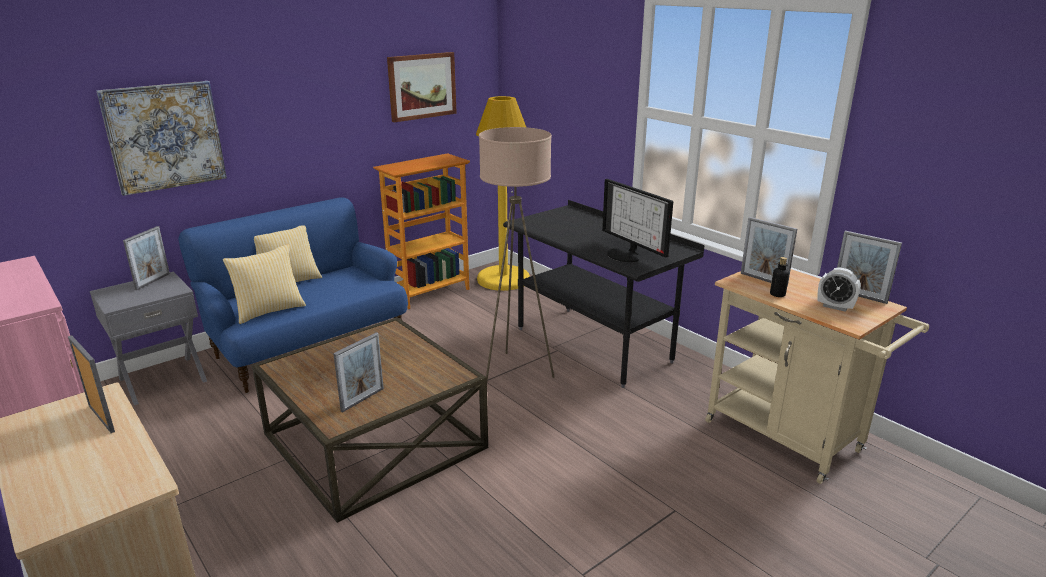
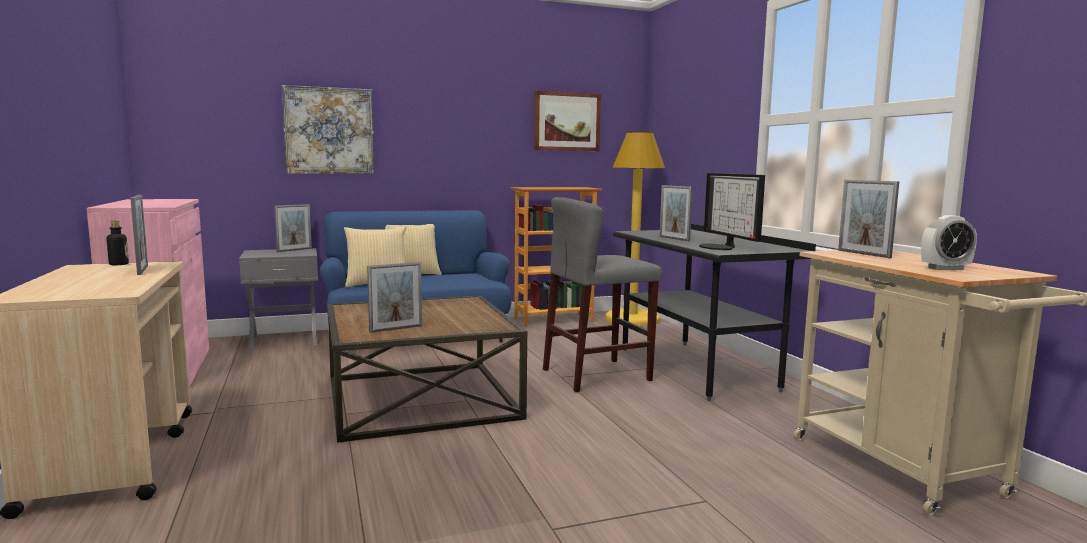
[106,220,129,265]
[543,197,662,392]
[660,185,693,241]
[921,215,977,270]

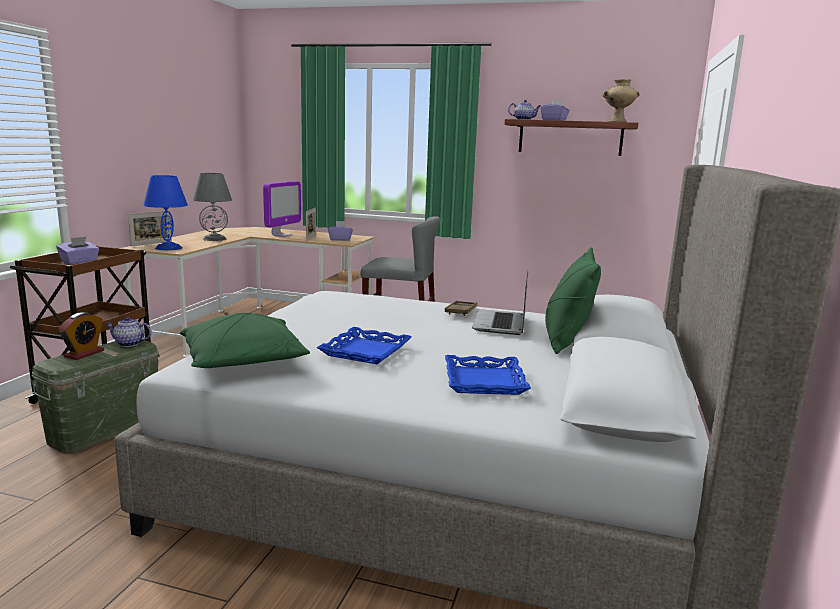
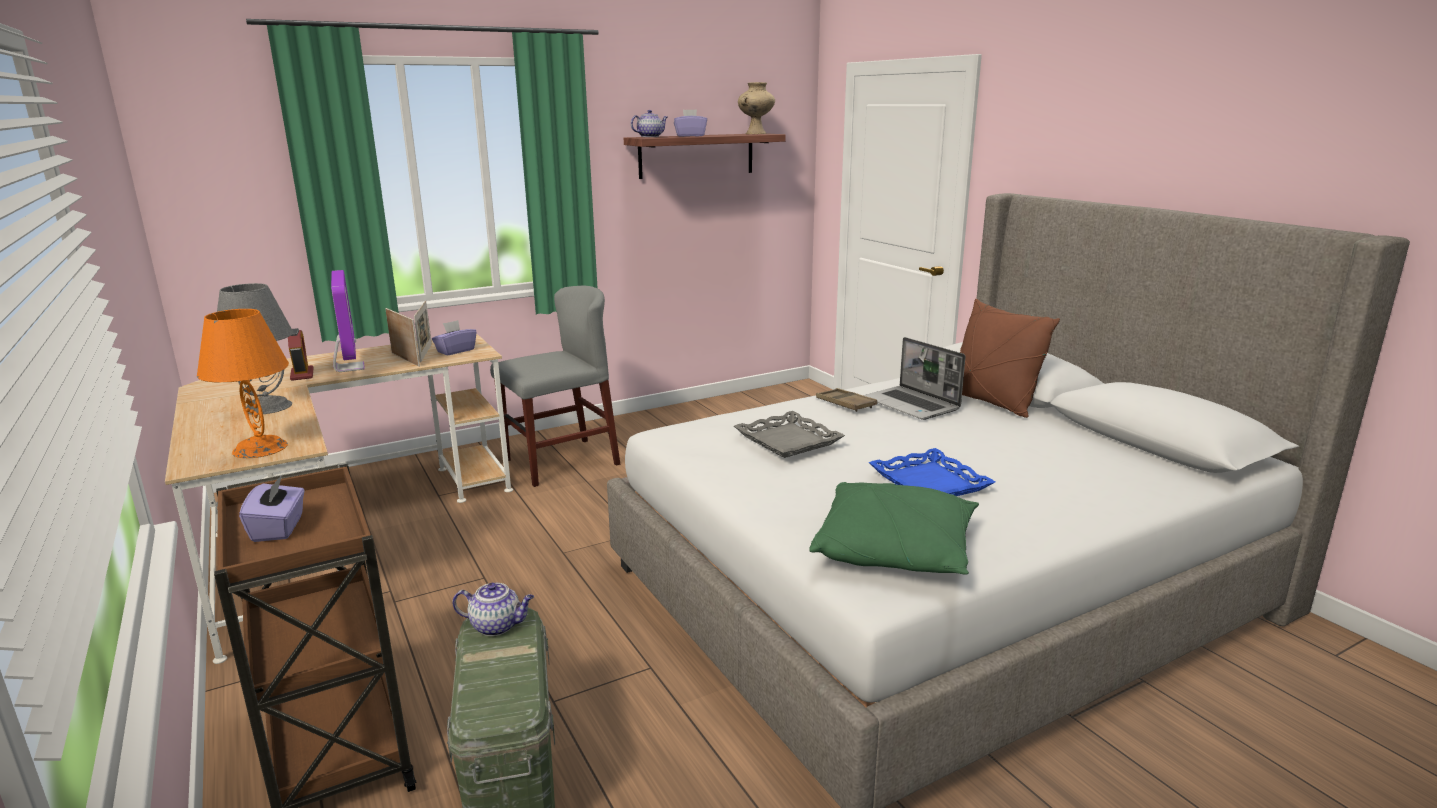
[197,309,289,458]
[288,328,314,381]
[414,301,432,362]
[452,583,534,636]
[734,411,845,458]
[960,299,1060,418]
[445,355,531,395] (first image)

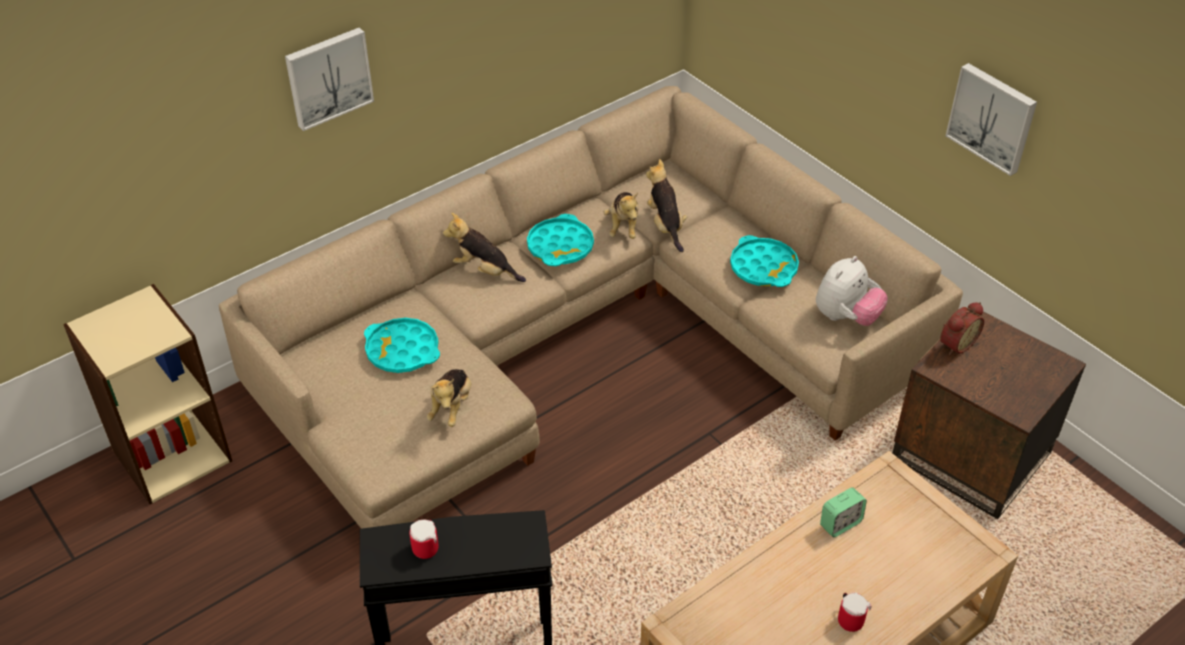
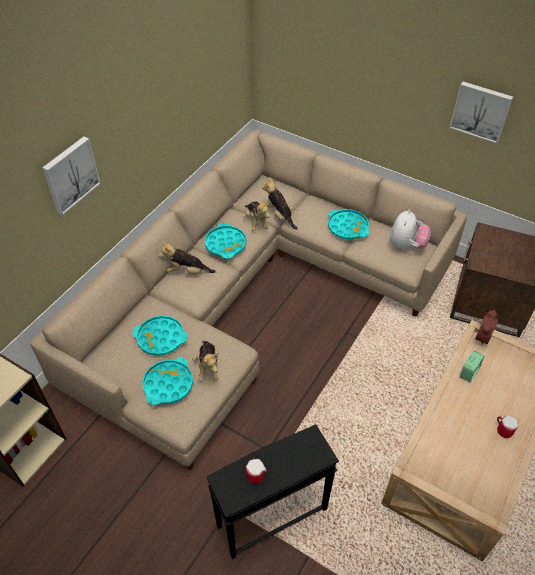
[142,358,193,405]
[474,310,498,346]

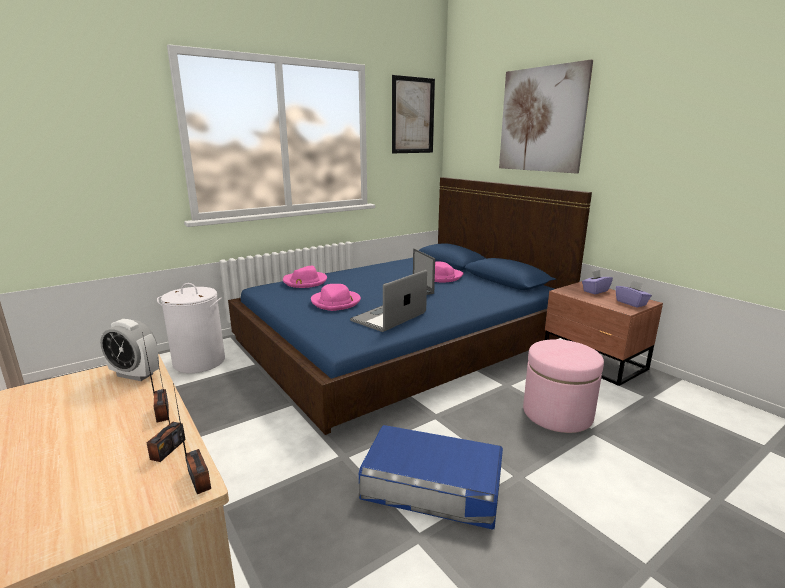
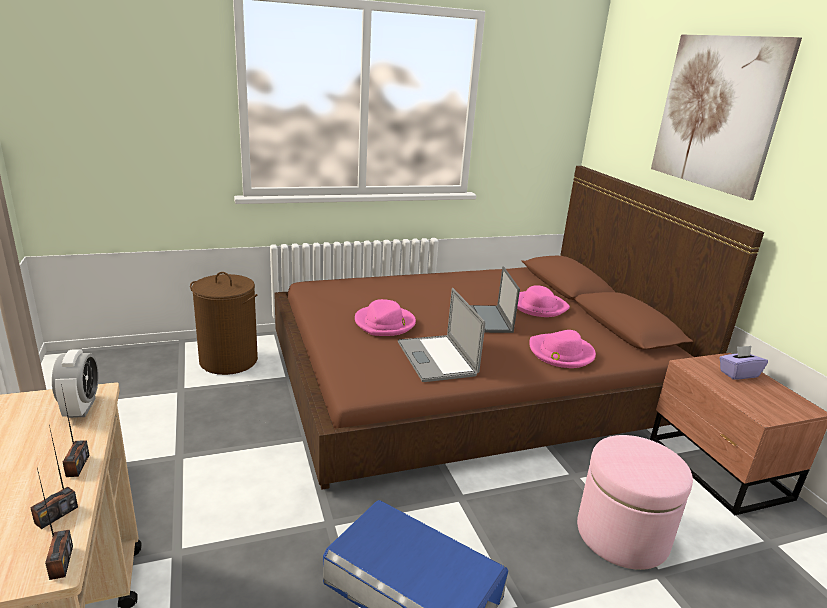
[52,349,98,418]
[190,272,258,375]
[274,166,764,490]
[398,288,485,382]
[529,330,596,368]
[392,75,435,153] (first image)
[616,280,652,308] (first image)

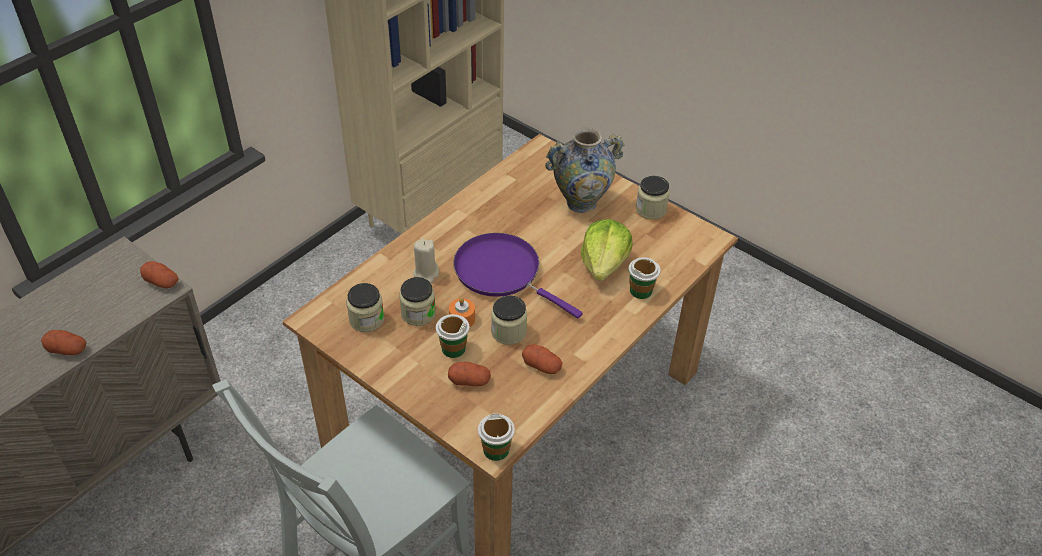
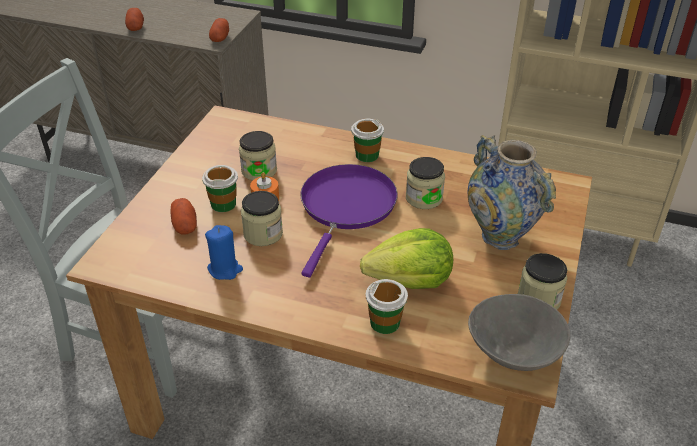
[205,225,243,280]
[351,118,384,162]
[406,157,445,209]
[468,294,570,371]
[413,238,439,283] (first image)

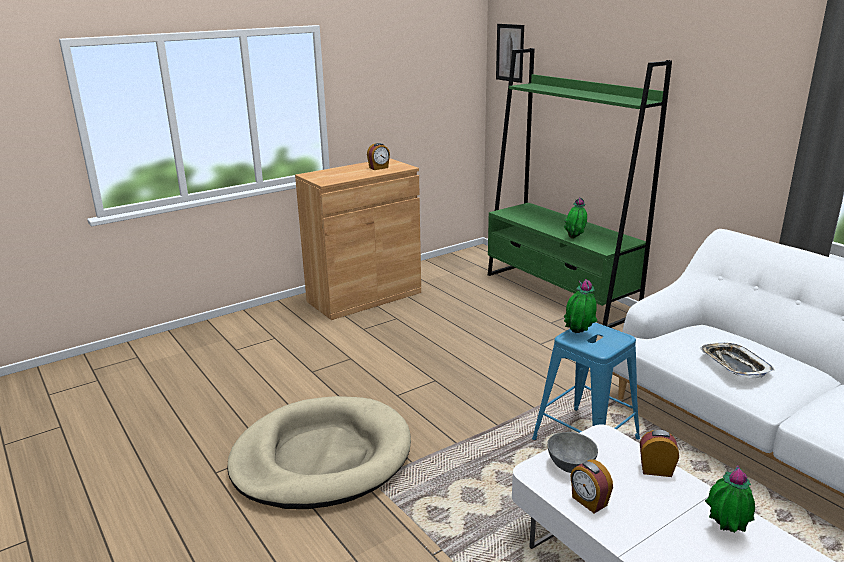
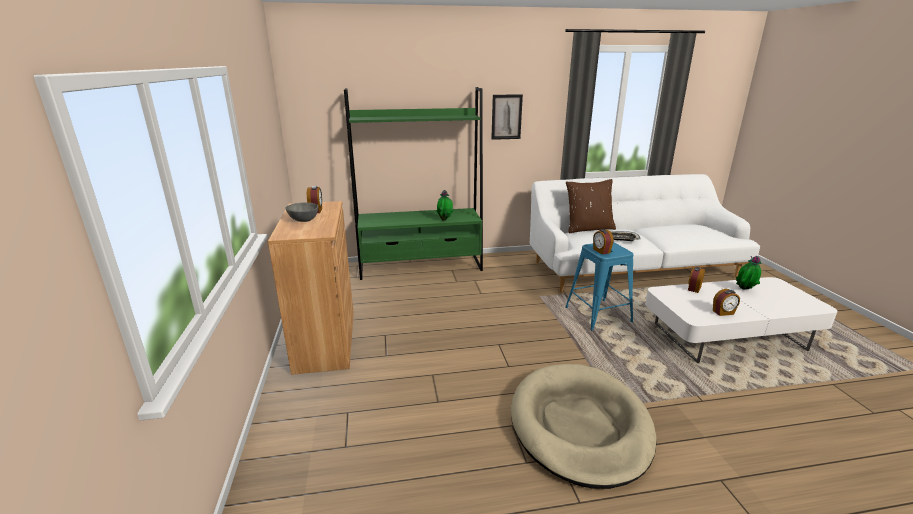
[286,203,318,222]
[491,94,523,140]
[566,179,616,233]
[593,229,614,255]

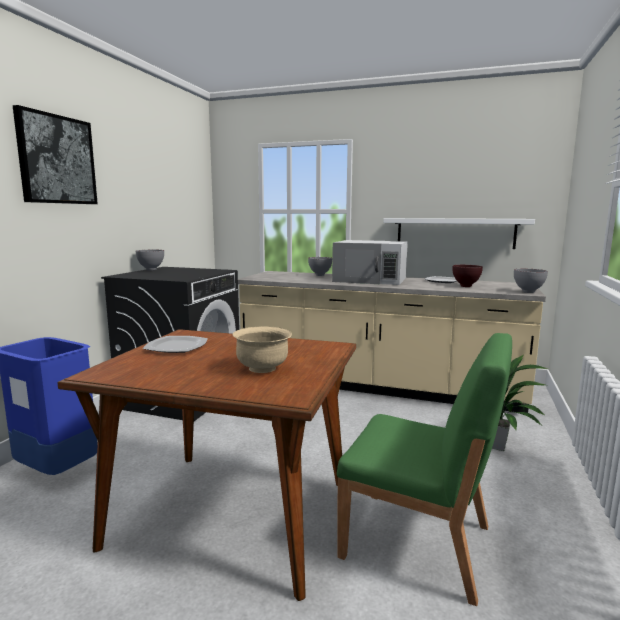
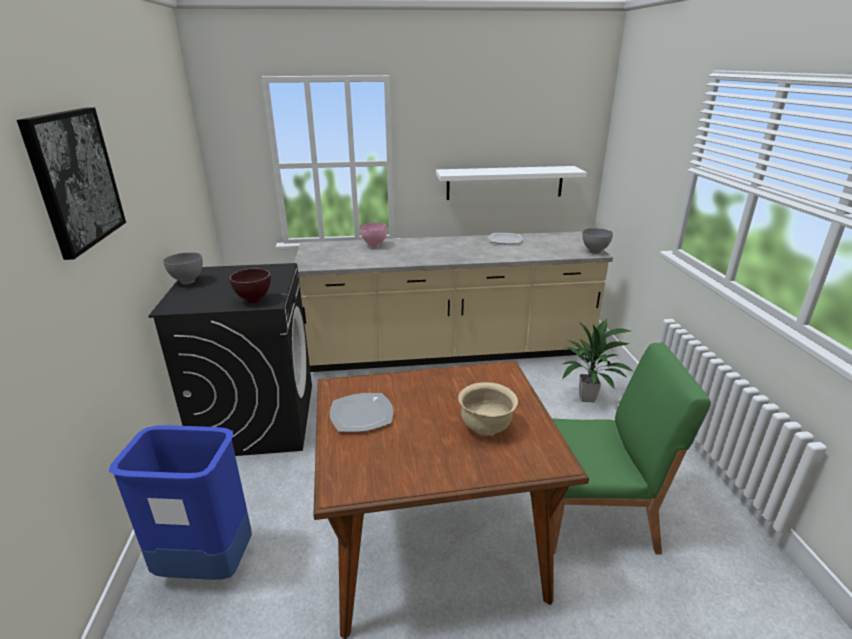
[230,268,271,303]
[360,223,388,247]
[332,240,408,285] (first image)

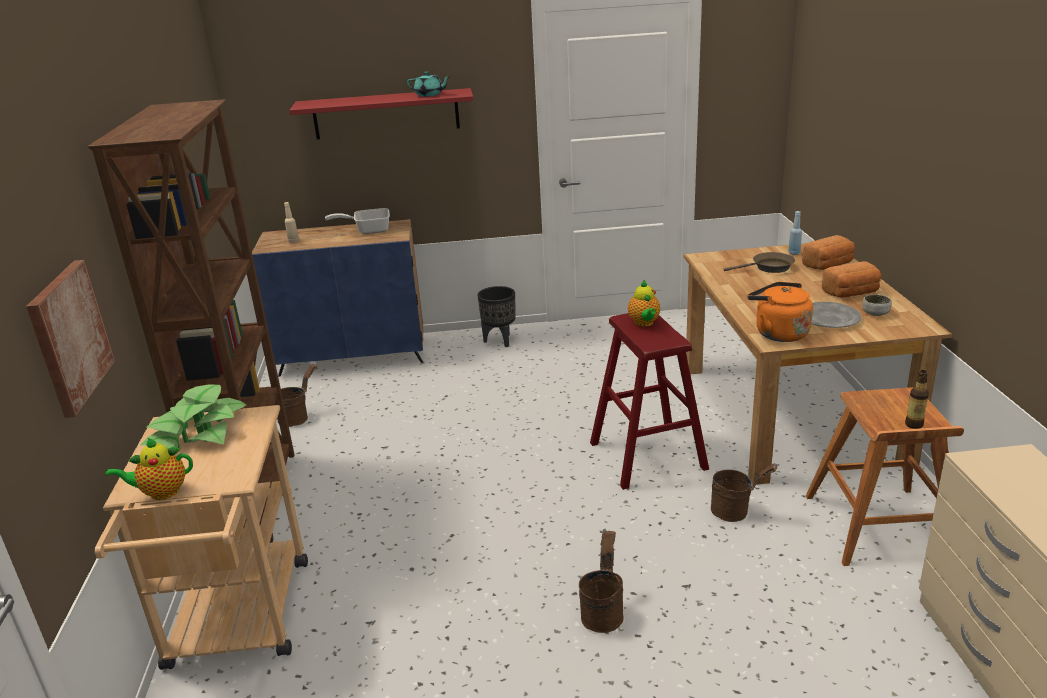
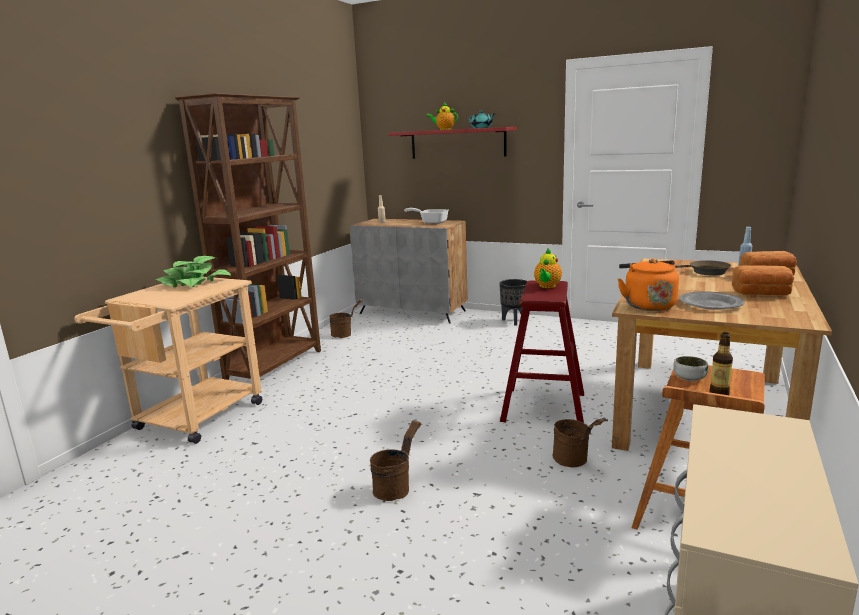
[350,219,468,323]
[426,102,458,130]
[673,356,708,381]
[26,260,115,418] (first image)

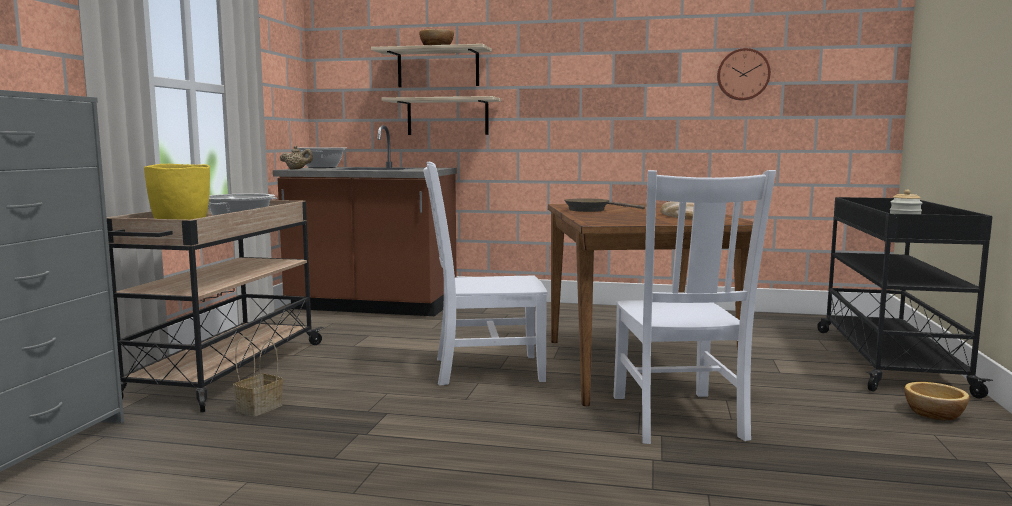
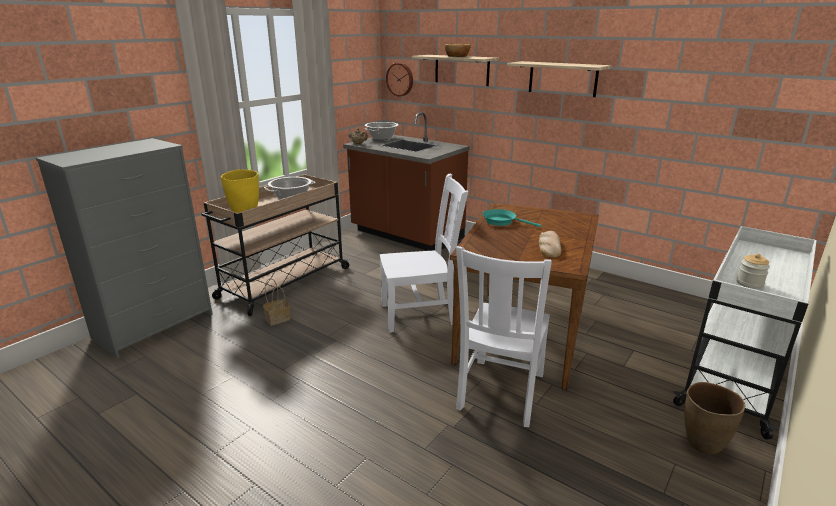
[380,174,468,333]
[386,63,413,96]
[482,209,541,227]
[507,61,612,97]
[673,226,817,440]
[685,382,745,455]

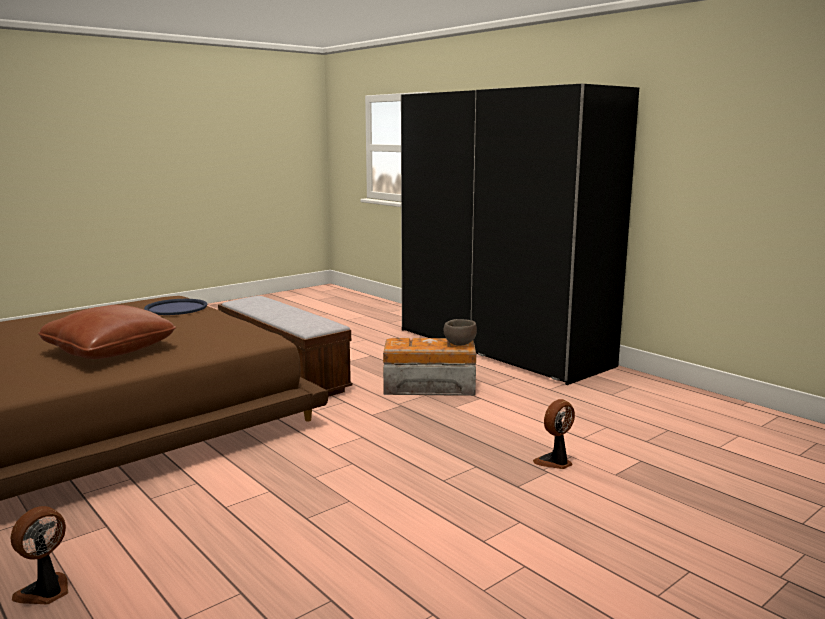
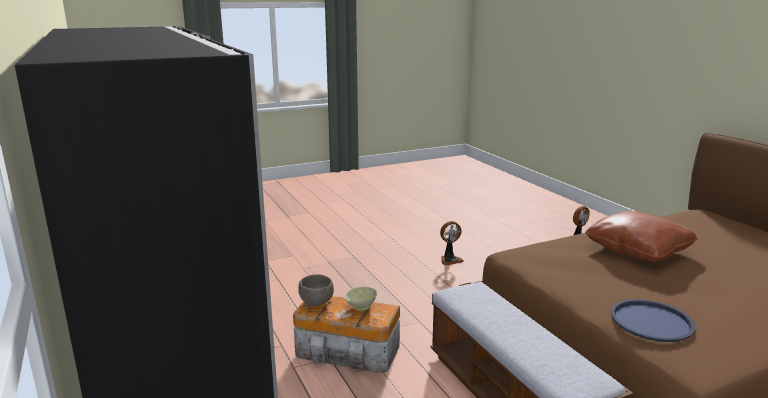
[345,287,377,311]
[440,221,464,266]

